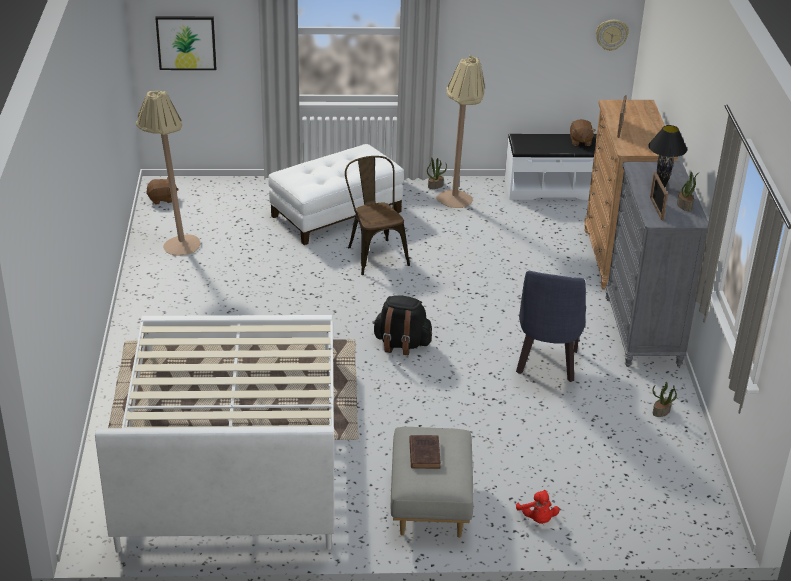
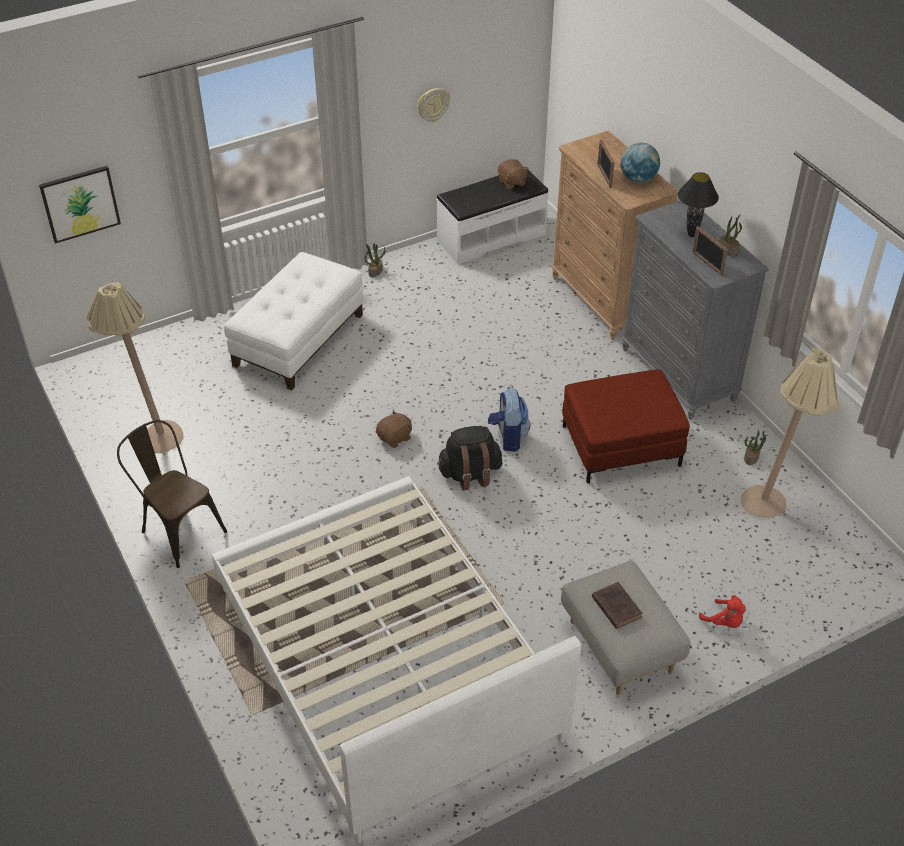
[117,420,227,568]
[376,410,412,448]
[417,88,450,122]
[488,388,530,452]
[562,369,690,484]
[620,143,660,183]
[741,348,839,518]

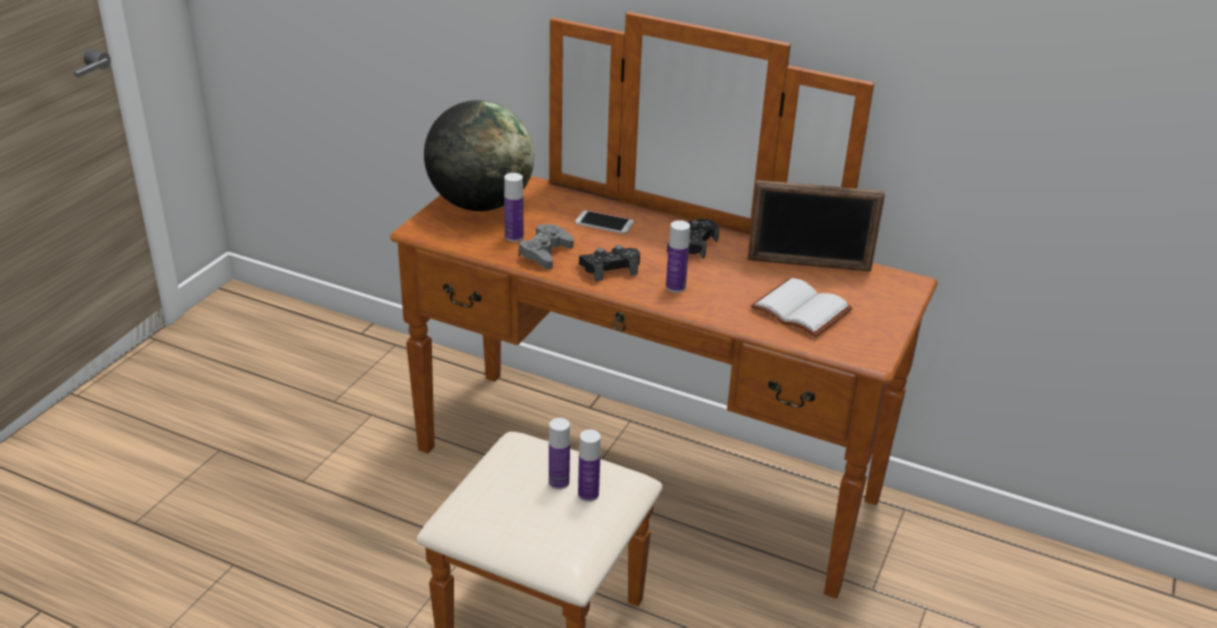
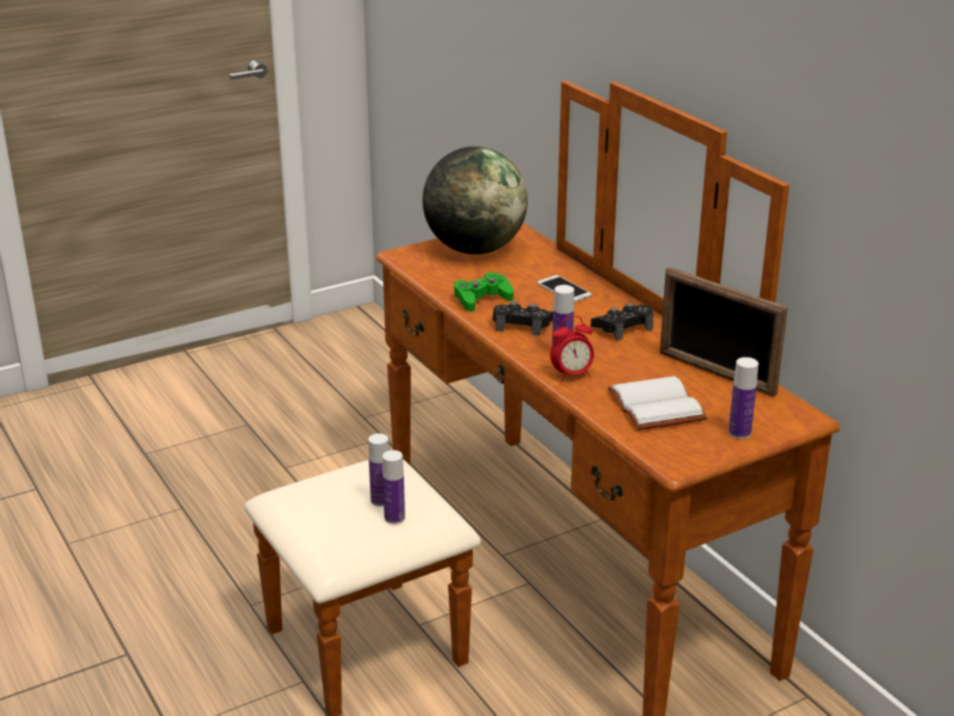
[454,272,514,312]
[550,316,594,381]
[728,357,759,439]

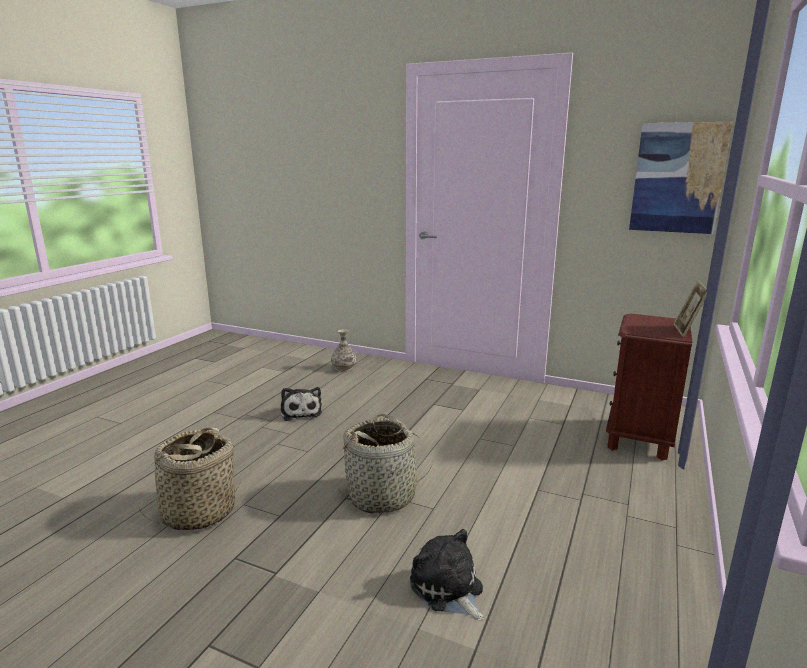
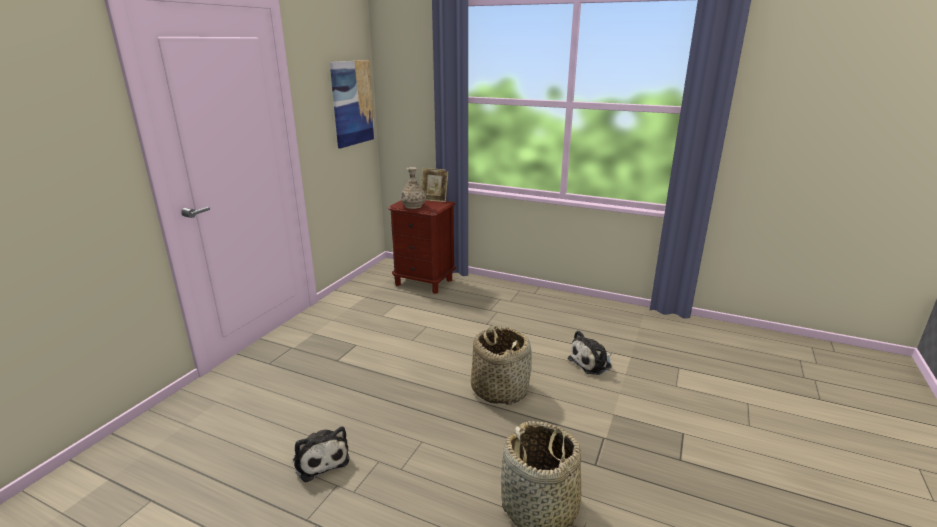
[293,426,350,483]
[401,167,426,209]

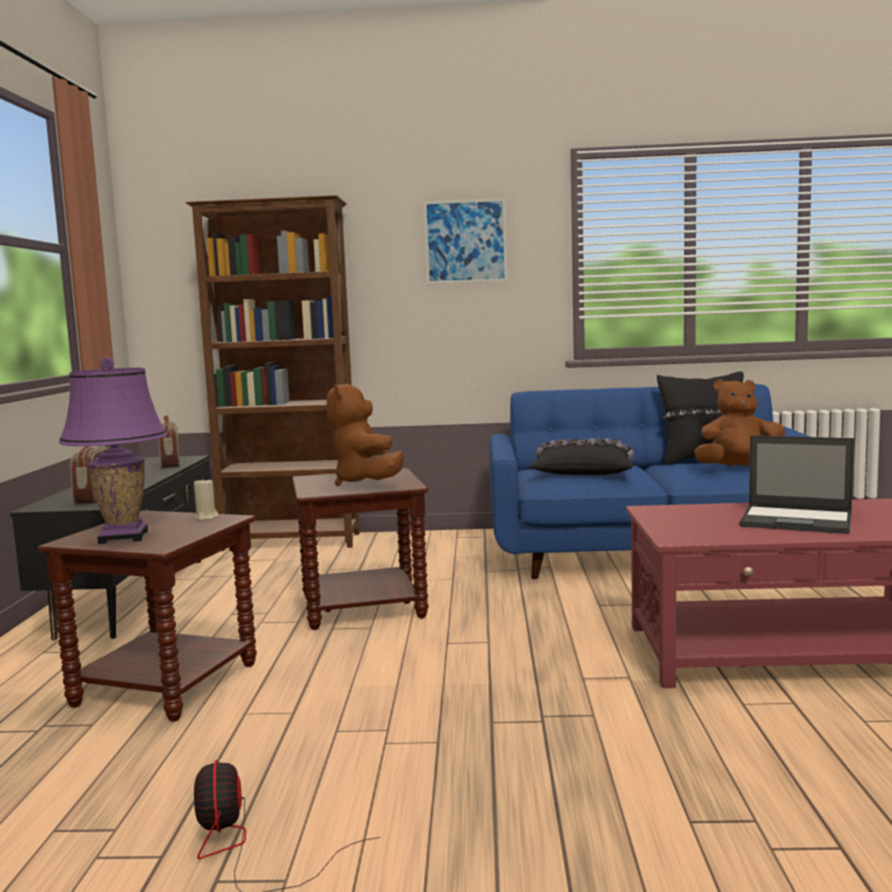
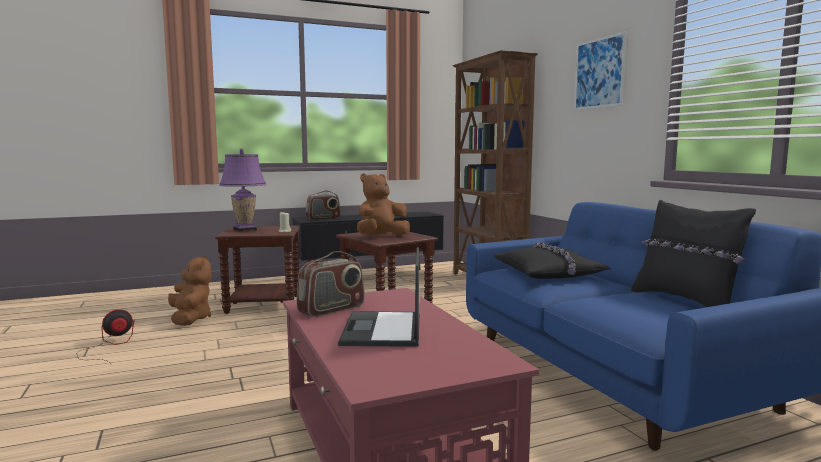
[168,255,212,326]
[297,251,365,317]

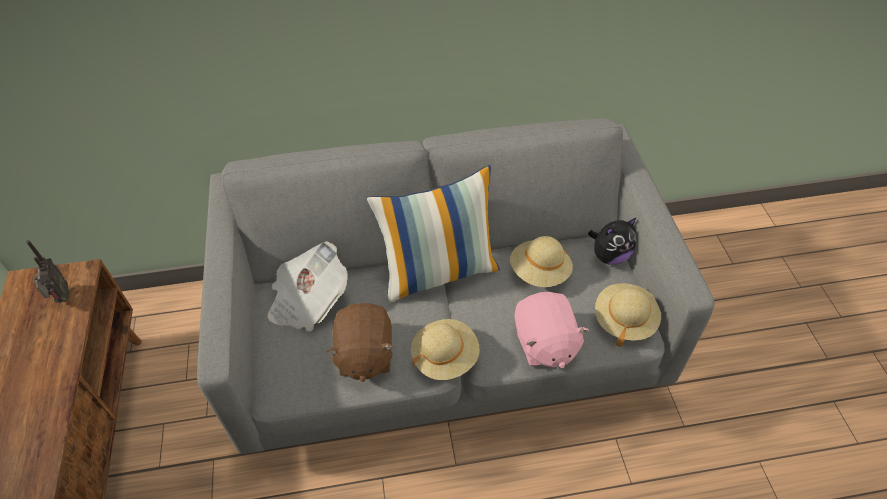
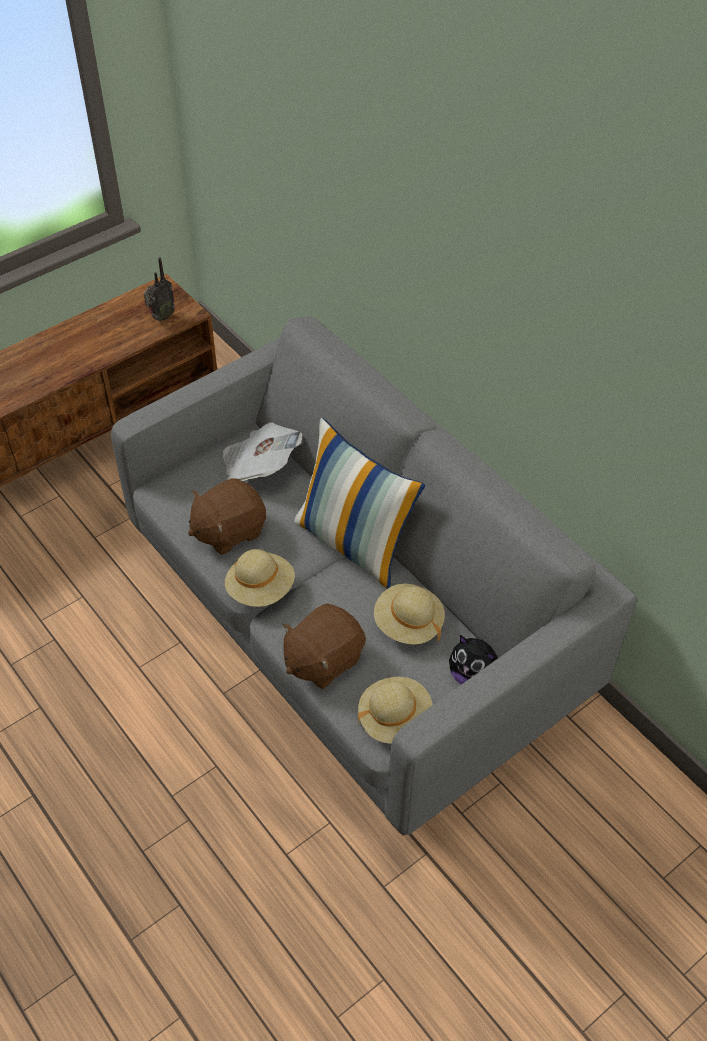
[282,604,366,689]

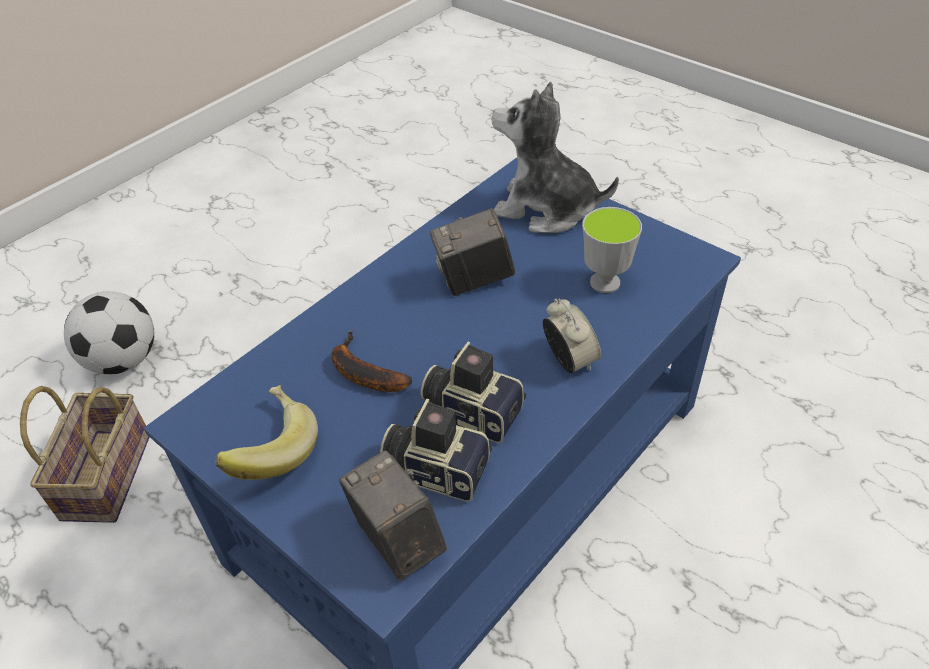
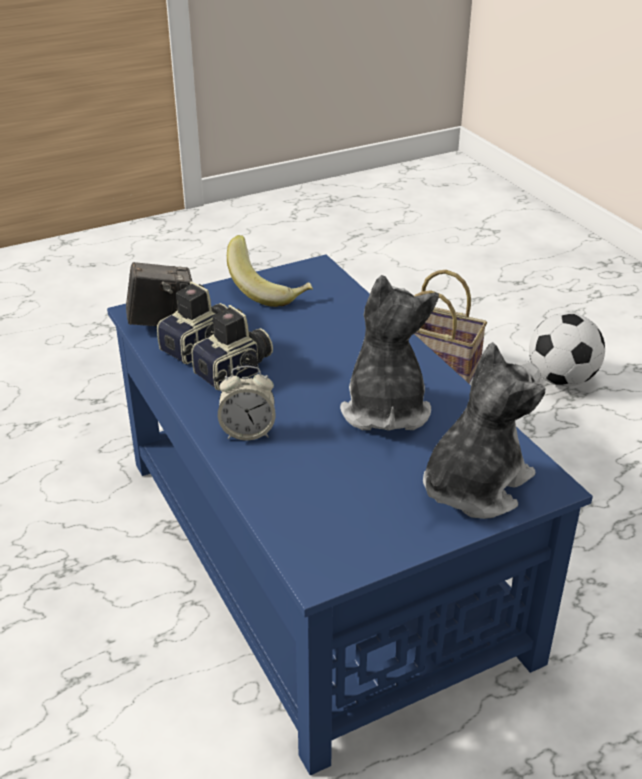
[340,275,439,431]
[332,331,412,392] (first image)
[582,207,642,293] (first image)

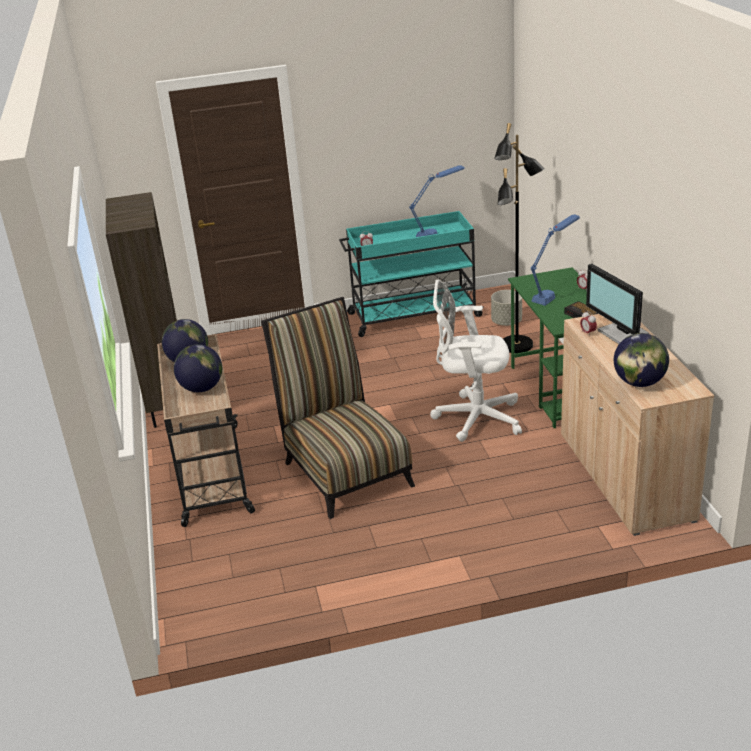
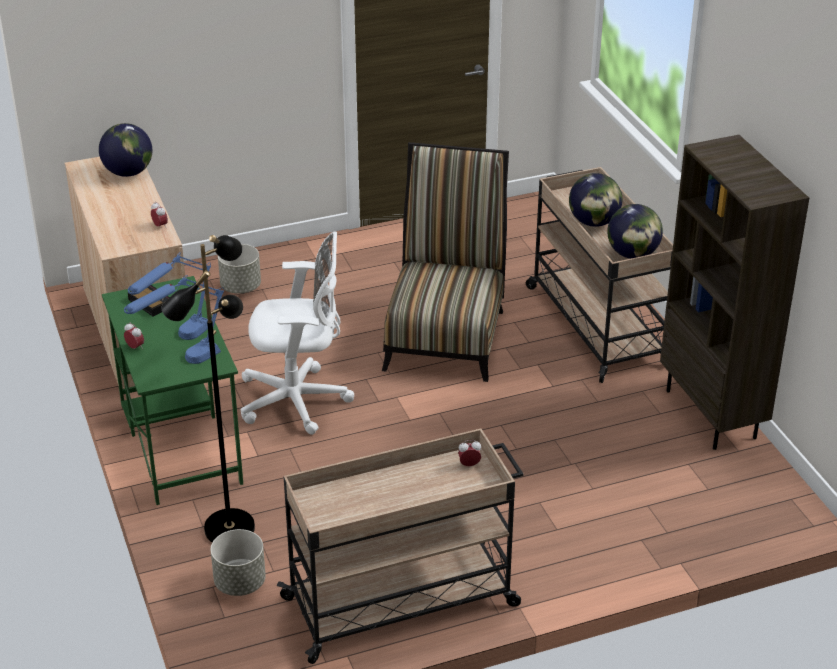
[124,275,224,364]
[218,244,261,294]
[277,428,523,664]
[382,142,509,382]
[586,264,649,344] (first image)

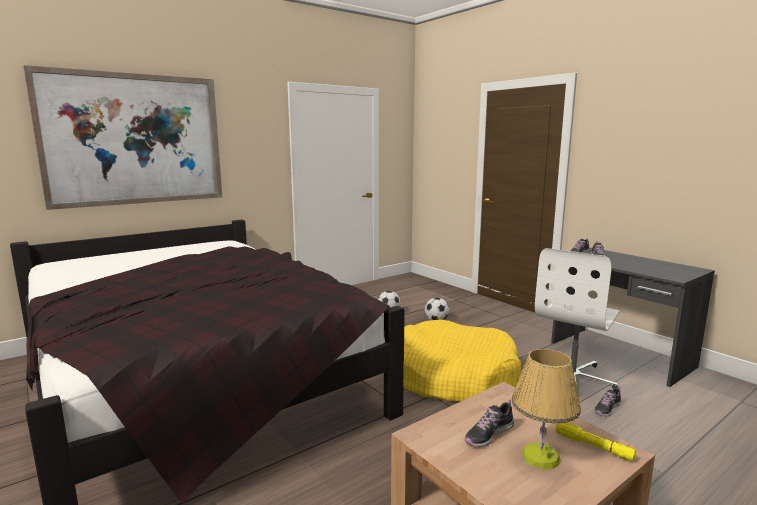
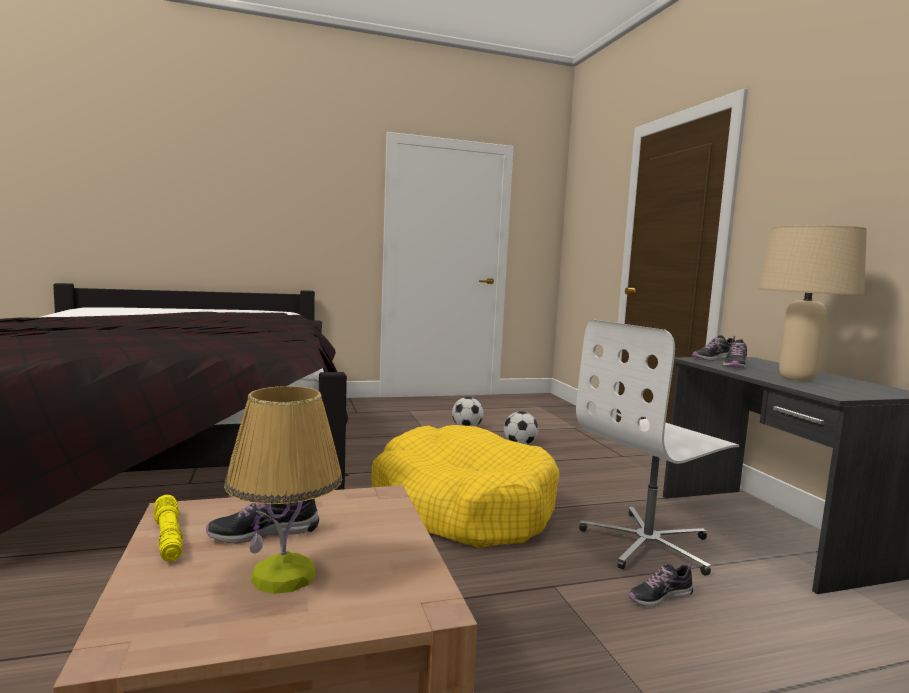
[154,495,183,562]
[758,225,867,381]
[23,65,222,210] (first image)

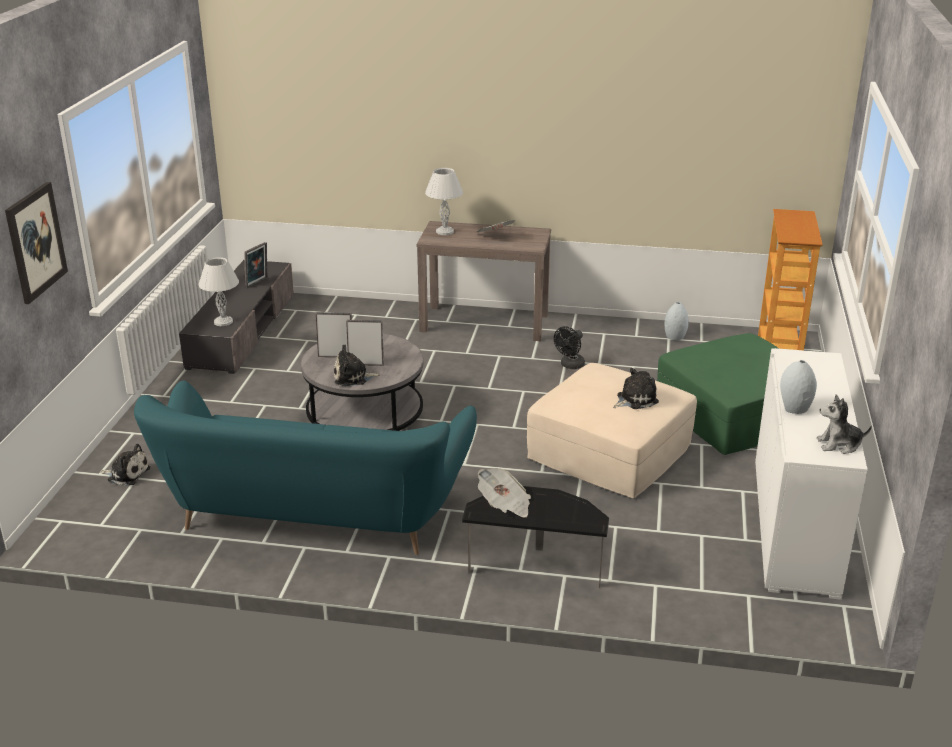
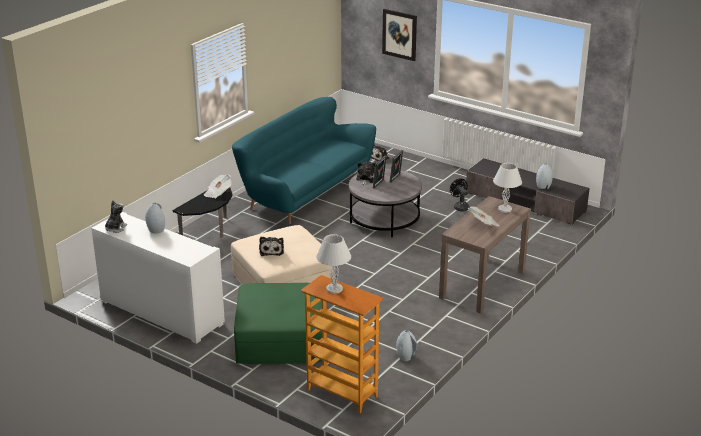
[316,234,351,294]
[450,178,469,211]
[536,163,553,189]

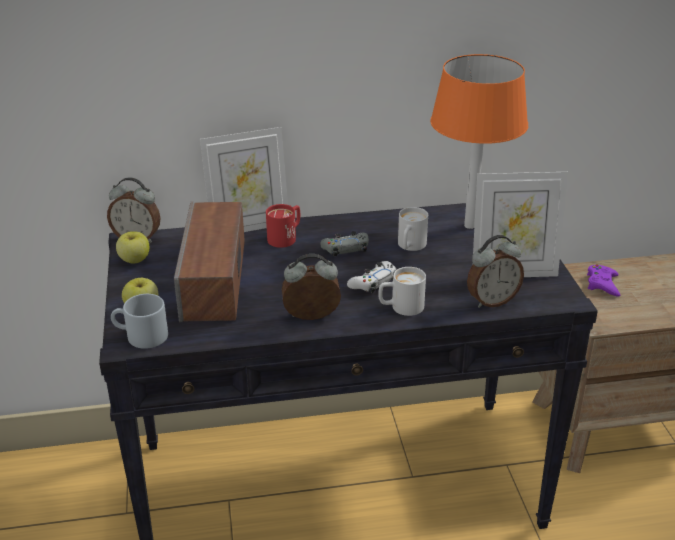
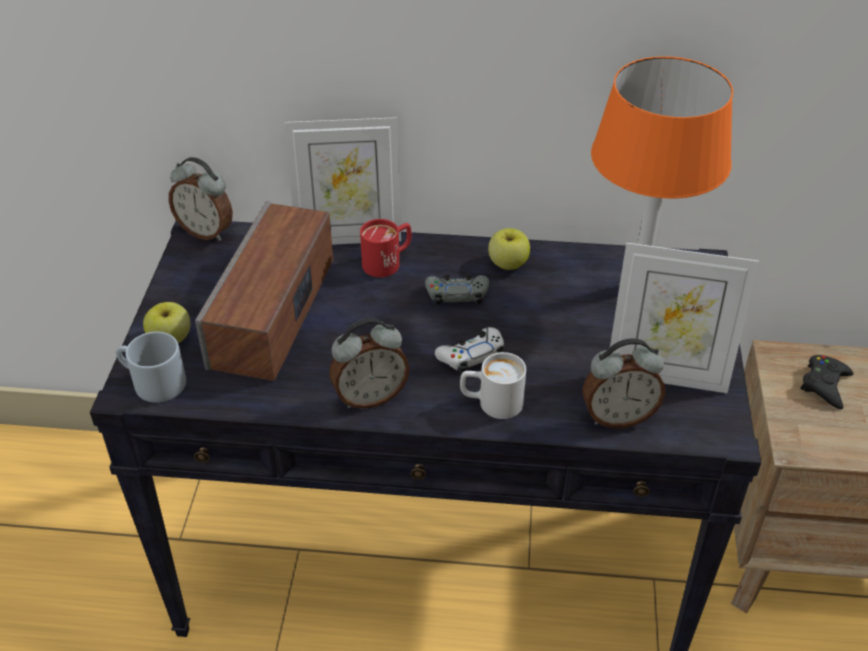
[329,318,410,409]
[488,228,530,270]
[800,355,853,409]
[398,207,428,251] (first image)

